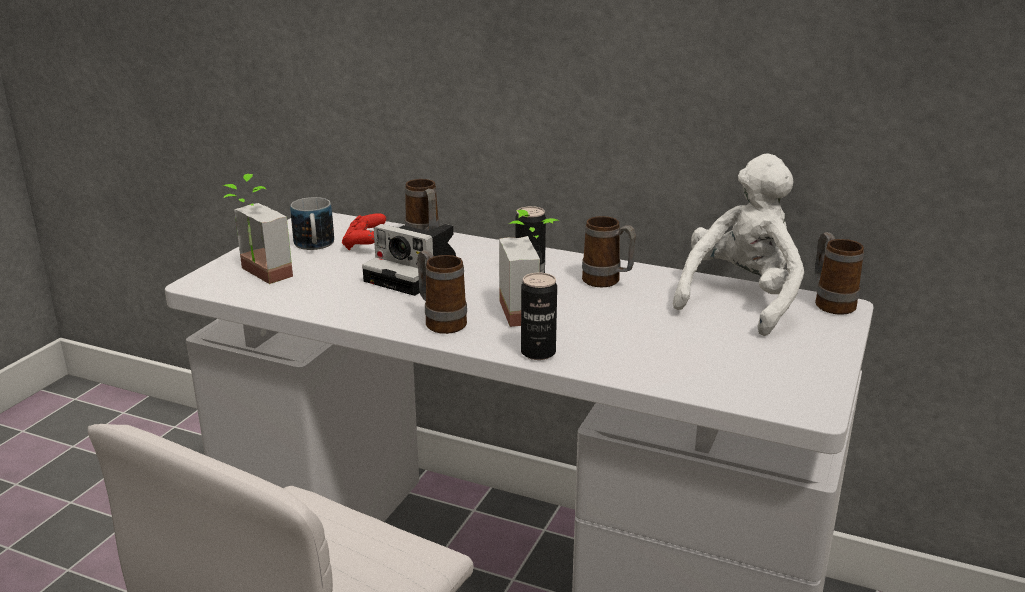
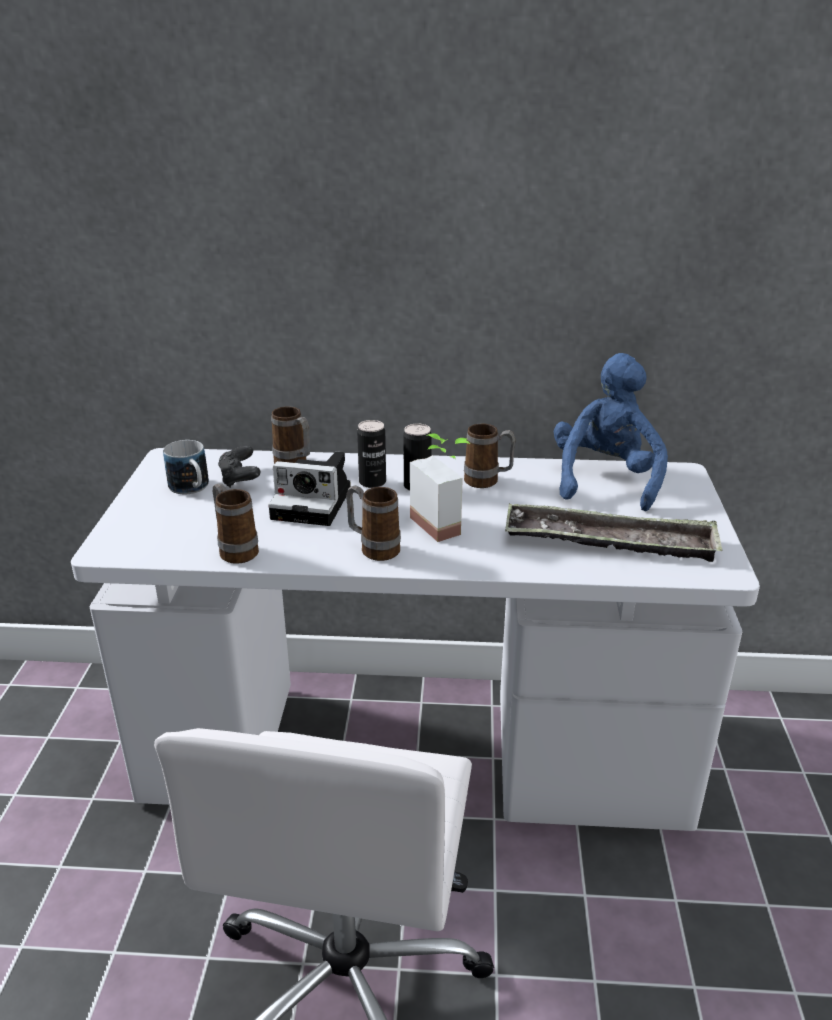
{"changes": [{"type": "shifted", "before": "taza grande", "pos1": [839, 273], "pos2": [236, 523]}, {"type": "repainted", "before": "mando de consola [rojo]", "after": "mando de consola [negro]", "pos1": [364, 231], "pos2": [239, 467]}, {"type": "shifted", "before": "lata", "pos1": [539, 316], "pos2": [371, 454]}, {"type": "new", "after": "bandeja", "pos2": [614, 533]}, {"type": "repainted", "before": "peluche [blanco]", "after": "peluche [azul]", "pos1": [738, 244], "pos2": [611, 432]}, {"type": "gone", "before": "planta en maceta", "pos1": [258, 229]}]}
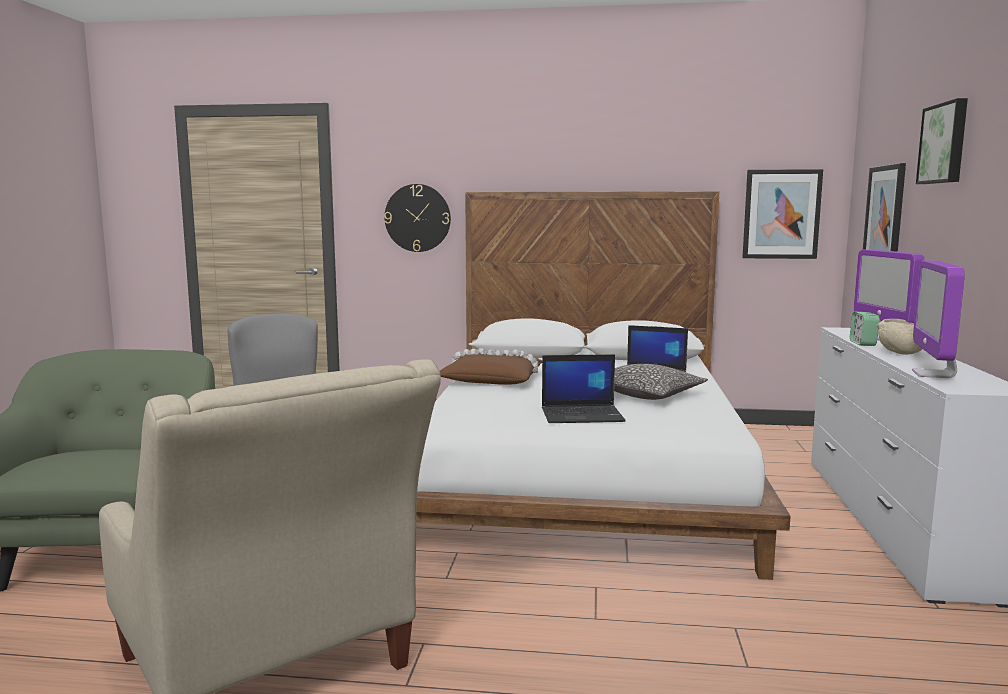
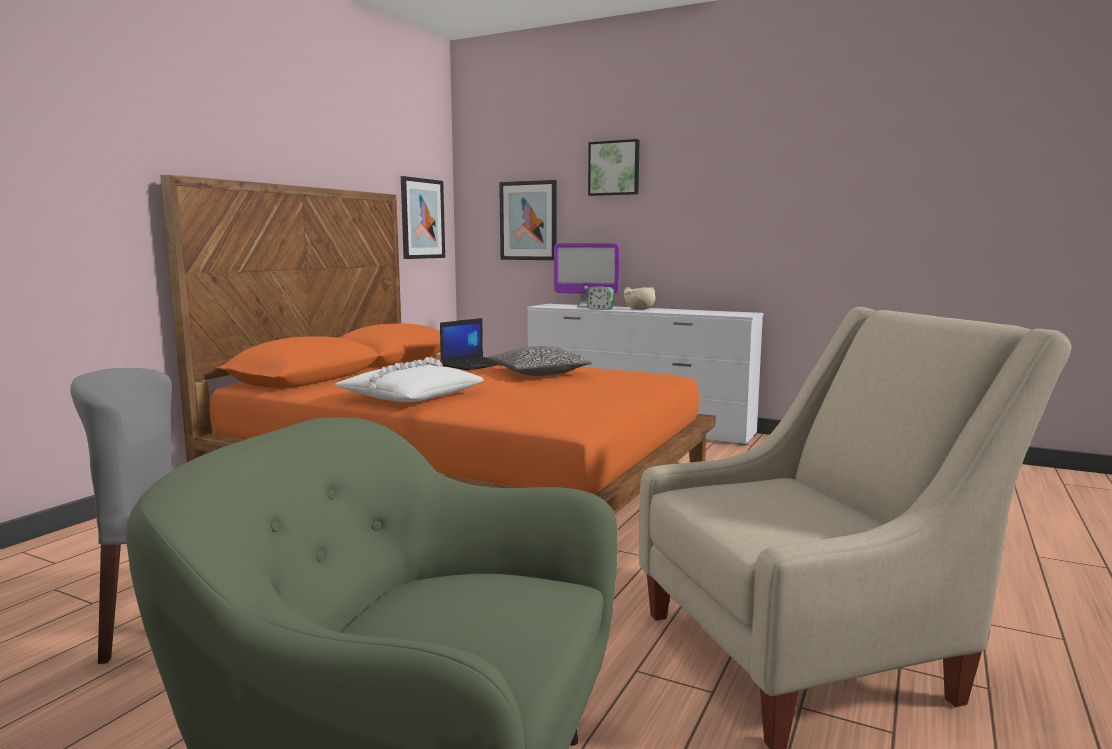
{"changes": [{"type": "repainted", "before": "cama [blanco]", "after": "cama [naranja]", "pos1": [604, 385], "pos2": [438, 344]}, {"type": "repainted", "before": "cojín [marrón]", "after": "cojín [blanco]", "pos1": [491, 366], "pos2": [409, 379]}, {"type": "gone", "before": "reloj de pared", "pos1": [417, 218]}, {"type": "gone", "before": "portátil", "pos1": [584, 388]}, {"type": "gone", "before": "monitor", "pos1": [938, 319]}]}
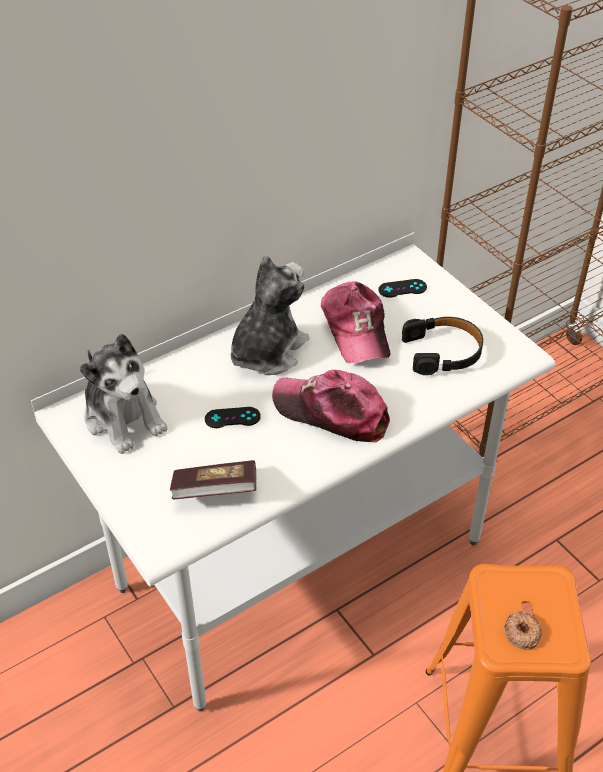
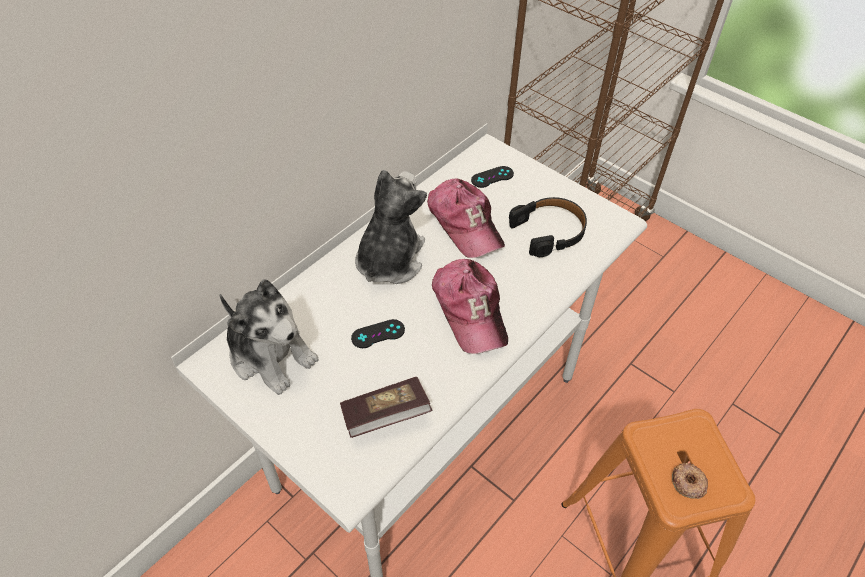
{"changes": [{"type": "rotated", "before": "gorra", "pos1": [331, 406], "pos2": [470, 306], "turn": -120}]}
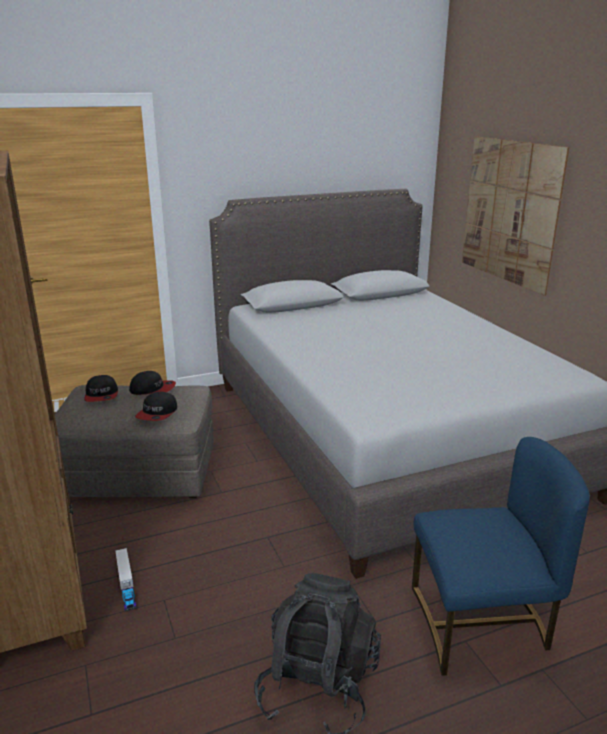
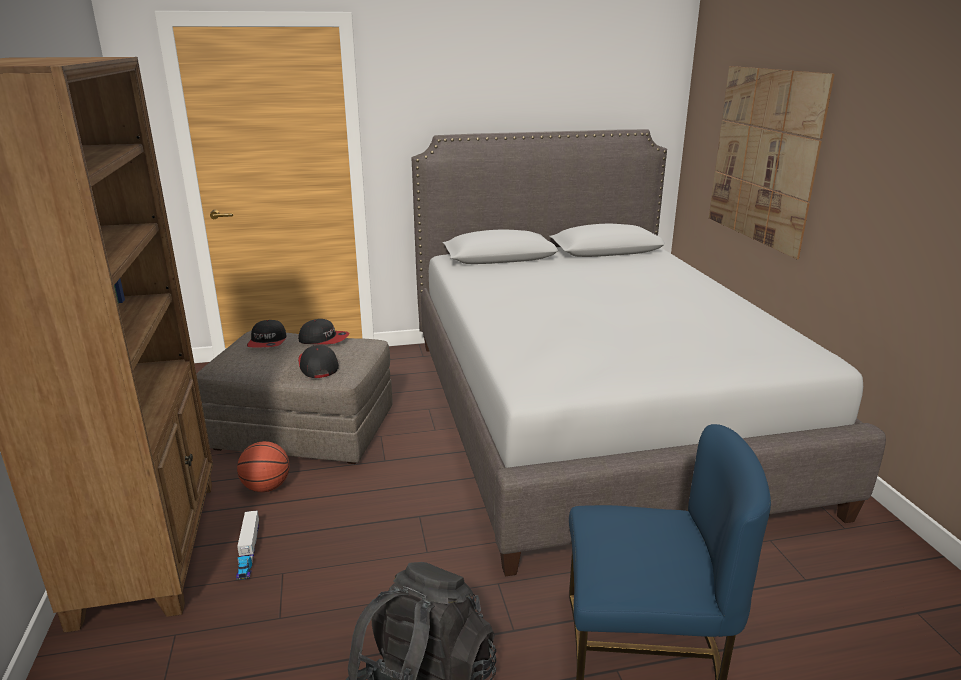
{"changes": [{"type": "new", "after": "balón de baloncesto", "pos2": [263, 466]}, {"type": "rotated", "before": "gorra", "pos1": [156, 406], "pos2": [318, 361], "turn": 135}]}
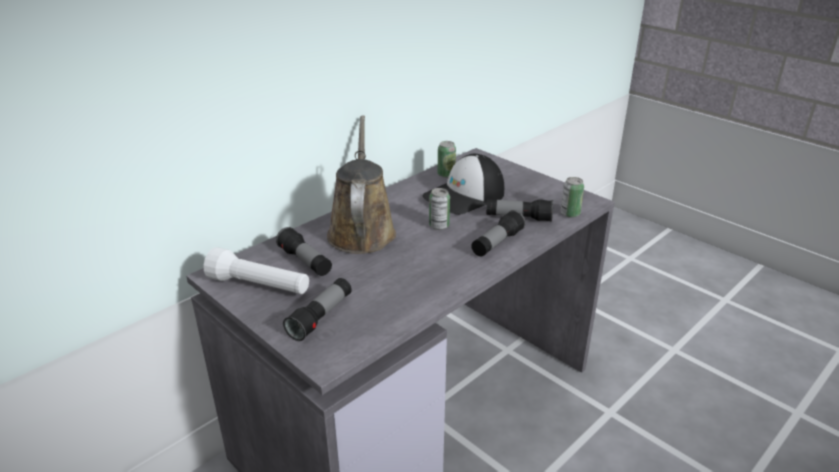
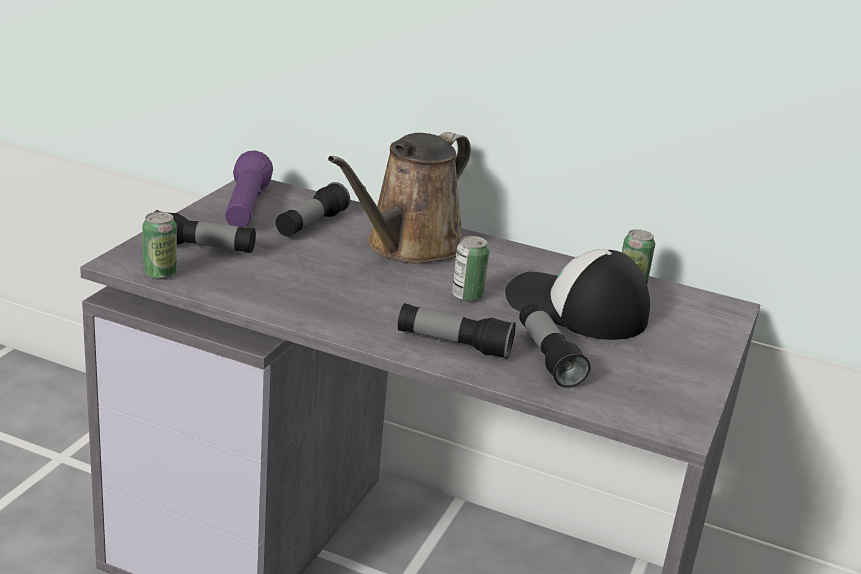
{"changes": [{"type": "shifted", "before": "lata", "pos1": [572, 197], "pos2": [159, 245]}, {"type": "repainted", "before": "linterna [blanco]", "after": "linterna [morado]", "pos1": [256, 270], "pos2": [249, 188]}, {"type": "rotated", "before": "regadera [marrón]", "pos1": [361, 184], "pos2": [399, 198], "turn": 150}]}
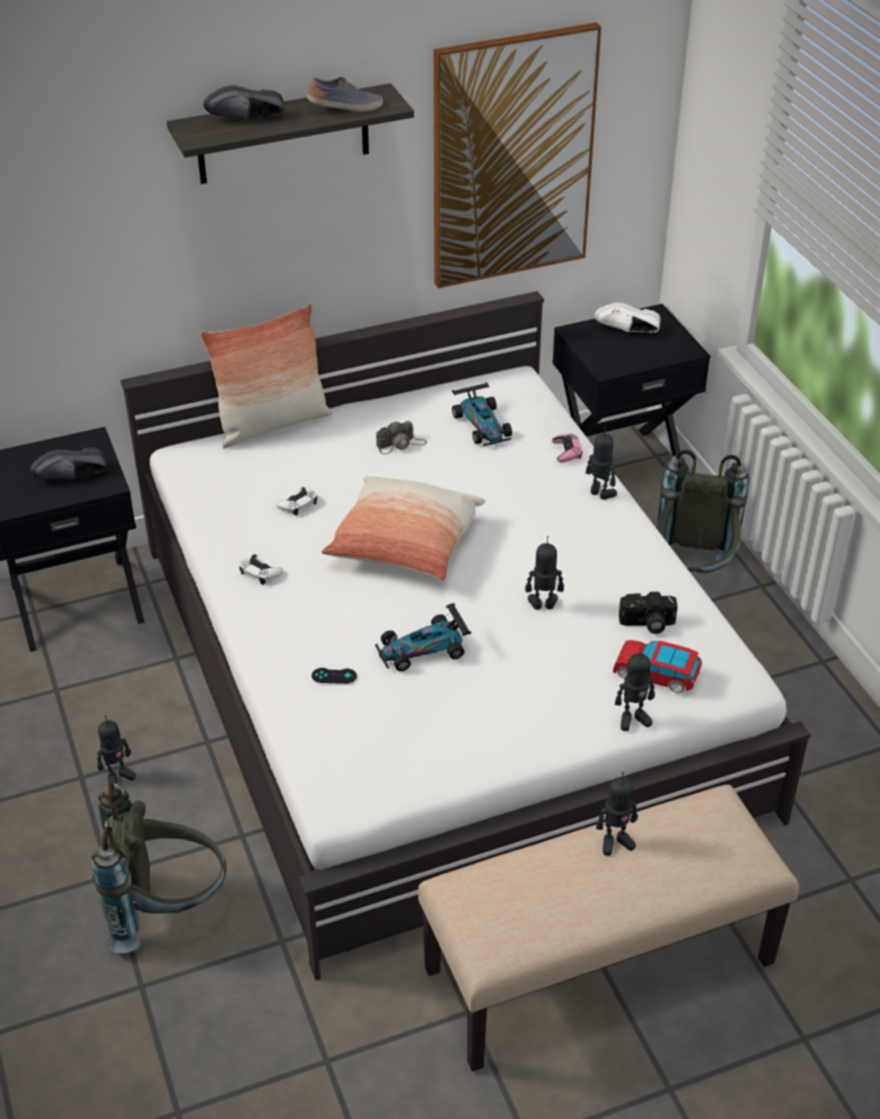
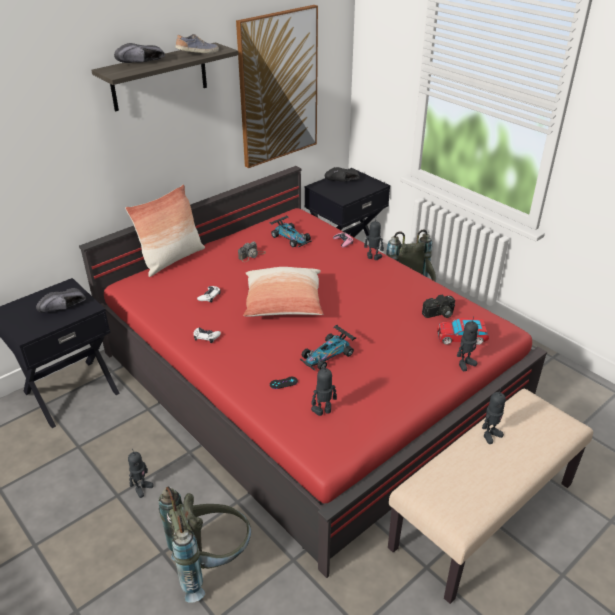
{"changes": [{"type": "repainted", "before": "cama [blanco]", "after": "cama [rojo]", "pos1": [465, 635], "pos2": [313, 372]}, {"type": "shifted", "before": "robot de juguete", "pos1": [544, 573], "pos2": [324, 392]}, {"type": "repainted", "before": "zapato [blanco]", "after": "zapato [negro]", "pos1": [627, 318], "pos2": [342, 174]}]}
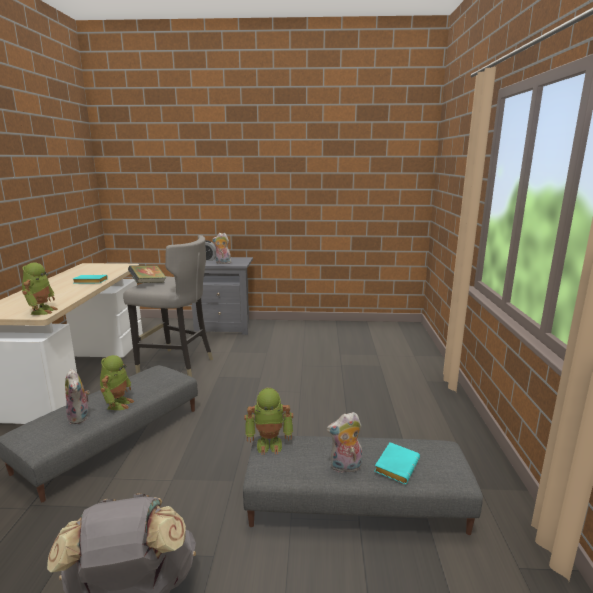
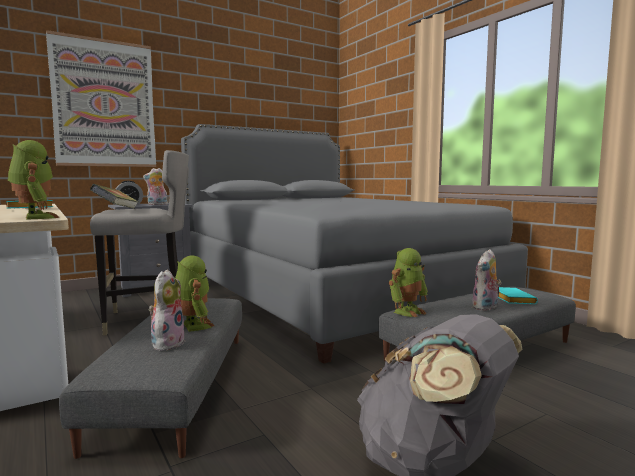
{"changes": [{"type": "new", "after": "cuadro", "pos2": [101, 98]}, {"type": "rotated", "before": "peluche", "pos1": [77, 396], "pos2": [167, 310], "turn": -105}, {"type": "new", "after": "cama [gris]", "pos2": [354, 244]}]}
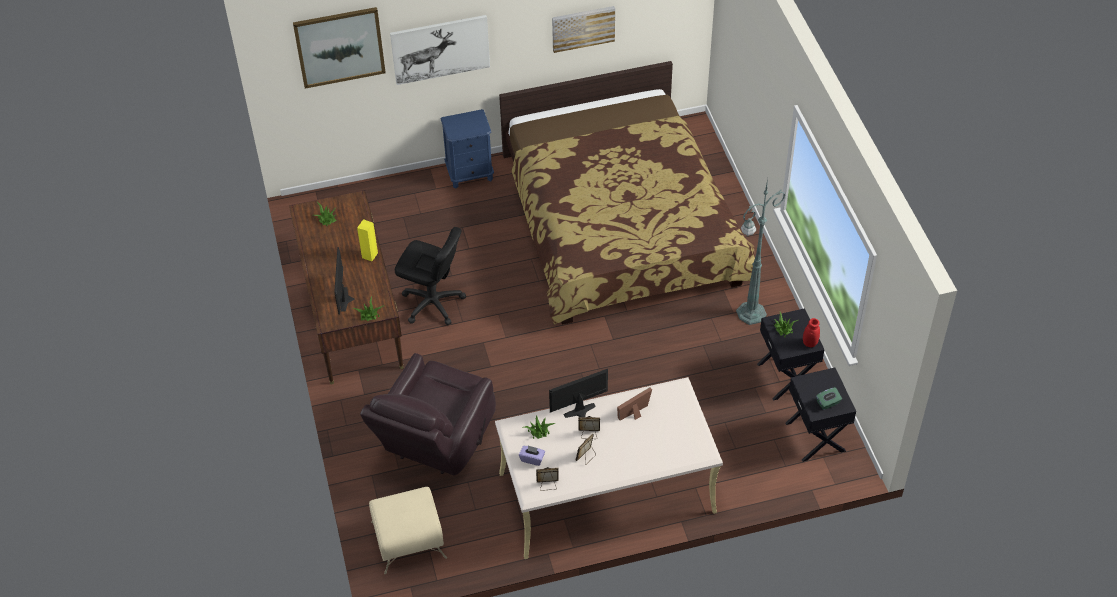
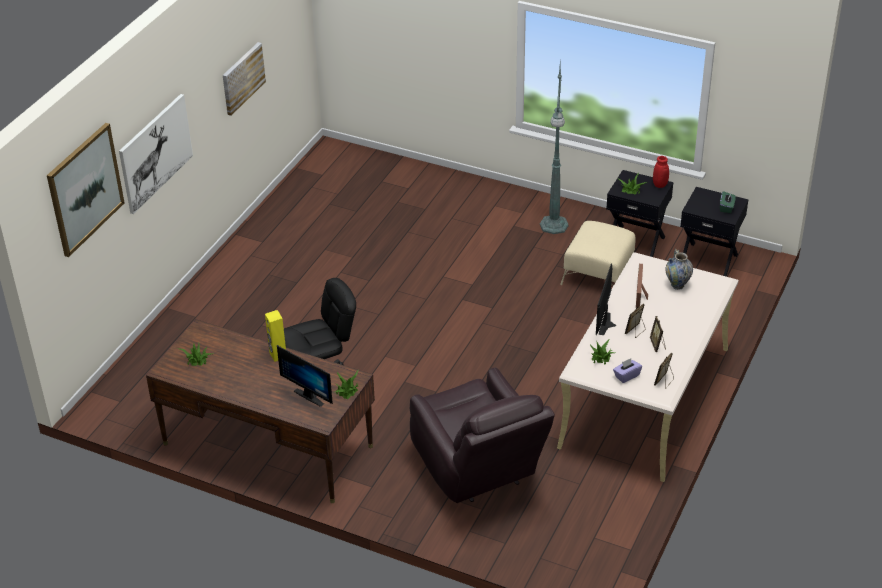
{"changes": [{"type": "shifted", "before": "puf [beis]", "pos1": [408, 530], "pos2": [598, 253]}, {"type": "new", "after": "florero", "pos2": [679, 269]}, {"type": "gone", "before": "mesita de noche [azul]", "pos1": [467, 149]}, {"type": "gone", "before": "cama", "pos1": [627, 193]}]}
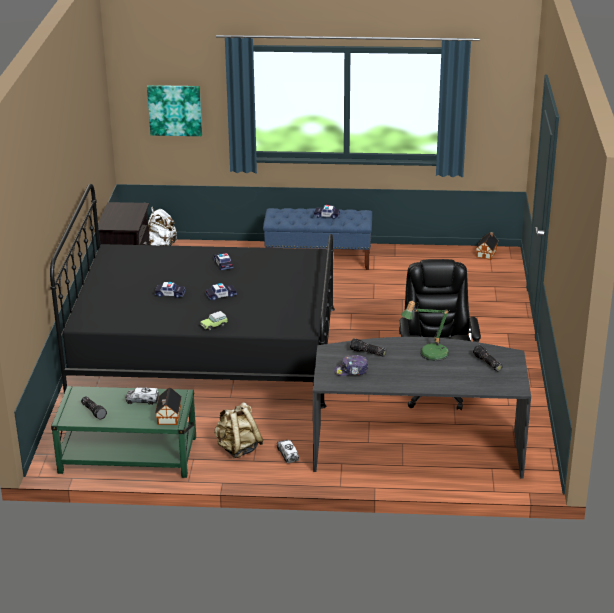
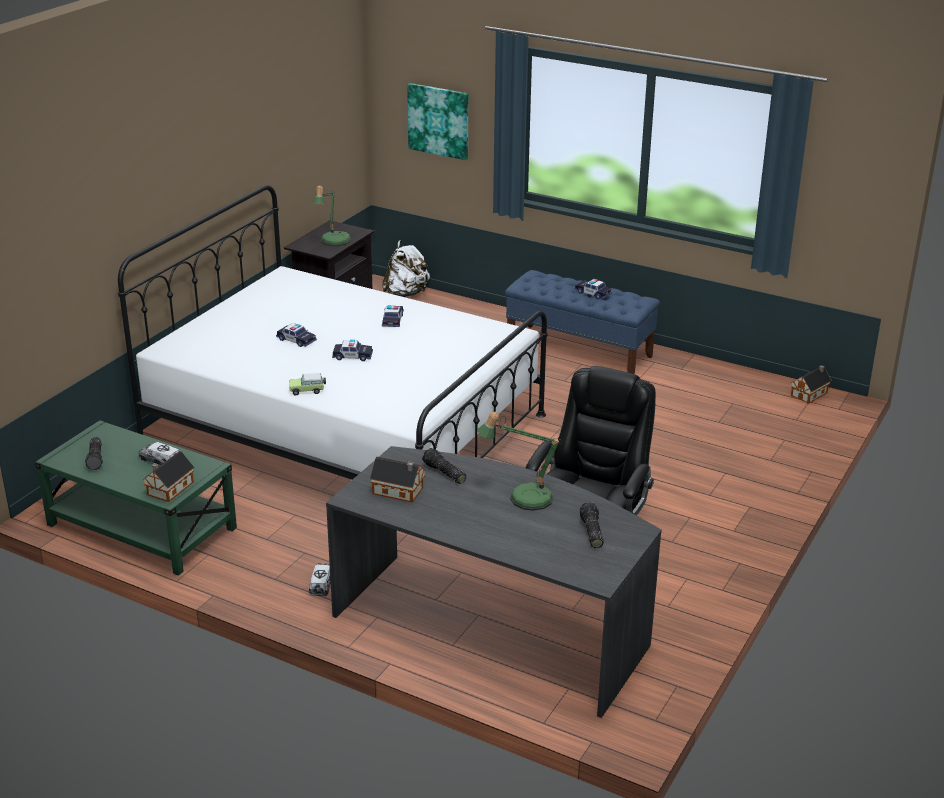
{"changes": [{"type": "repainted", "before": "cama [negro]", "after": "cama [blanco]", "pos1": [192, 296], "pos2": [333, 332]}, {"type": "new", "after": "lámpara de mesa", "pos2": [331, 215]}, {"type": "swapped", "before": "gorra", "after": "casita", "pos1": [351, 365], "pos2": [398, 480]}, {"type": "gone", "before": "mochila [beis]", "pos1": [238, 430]}]}
